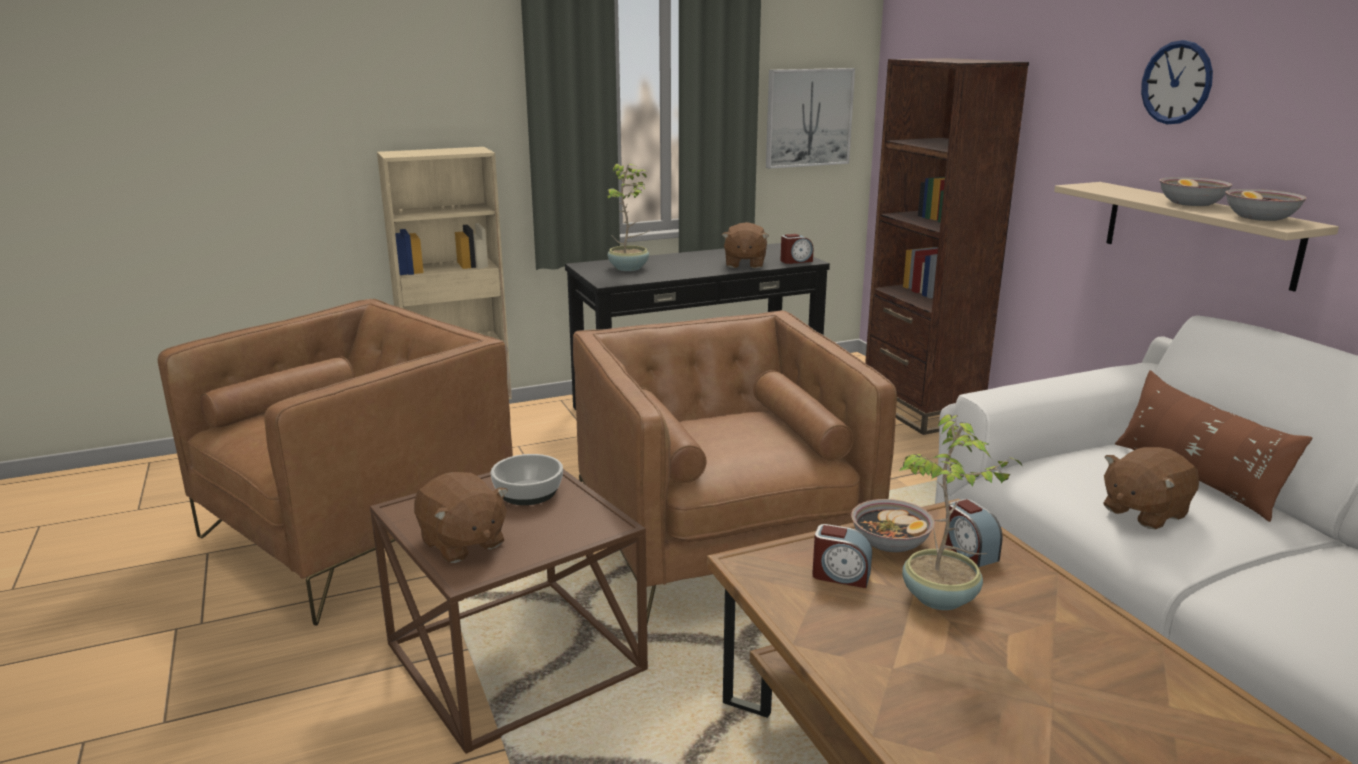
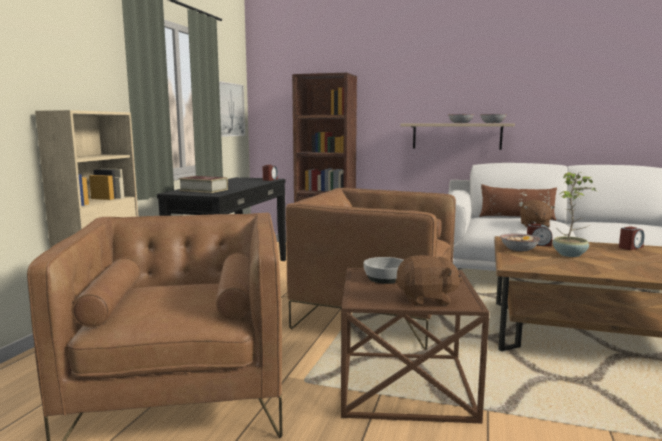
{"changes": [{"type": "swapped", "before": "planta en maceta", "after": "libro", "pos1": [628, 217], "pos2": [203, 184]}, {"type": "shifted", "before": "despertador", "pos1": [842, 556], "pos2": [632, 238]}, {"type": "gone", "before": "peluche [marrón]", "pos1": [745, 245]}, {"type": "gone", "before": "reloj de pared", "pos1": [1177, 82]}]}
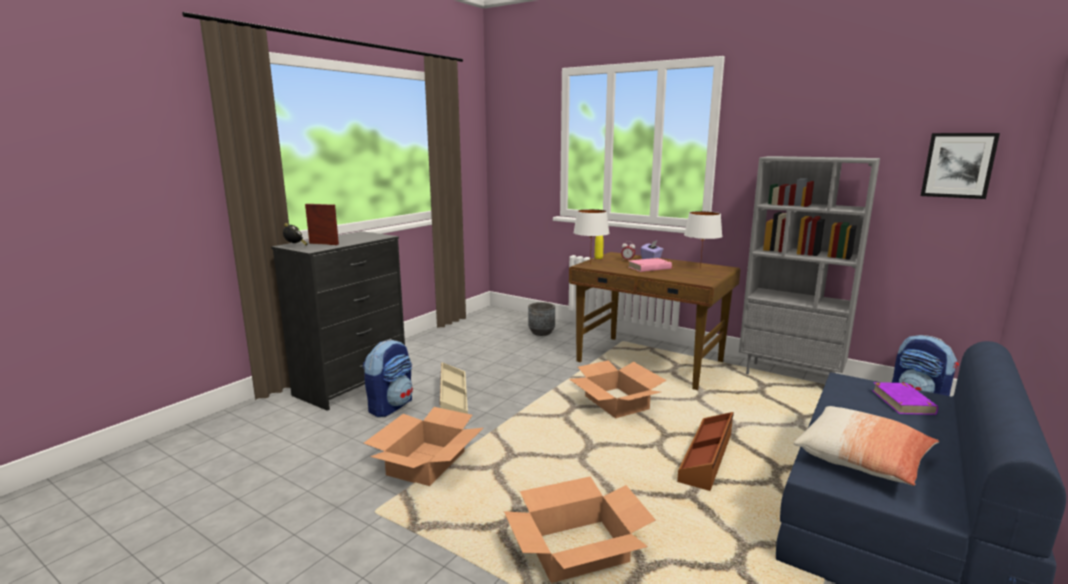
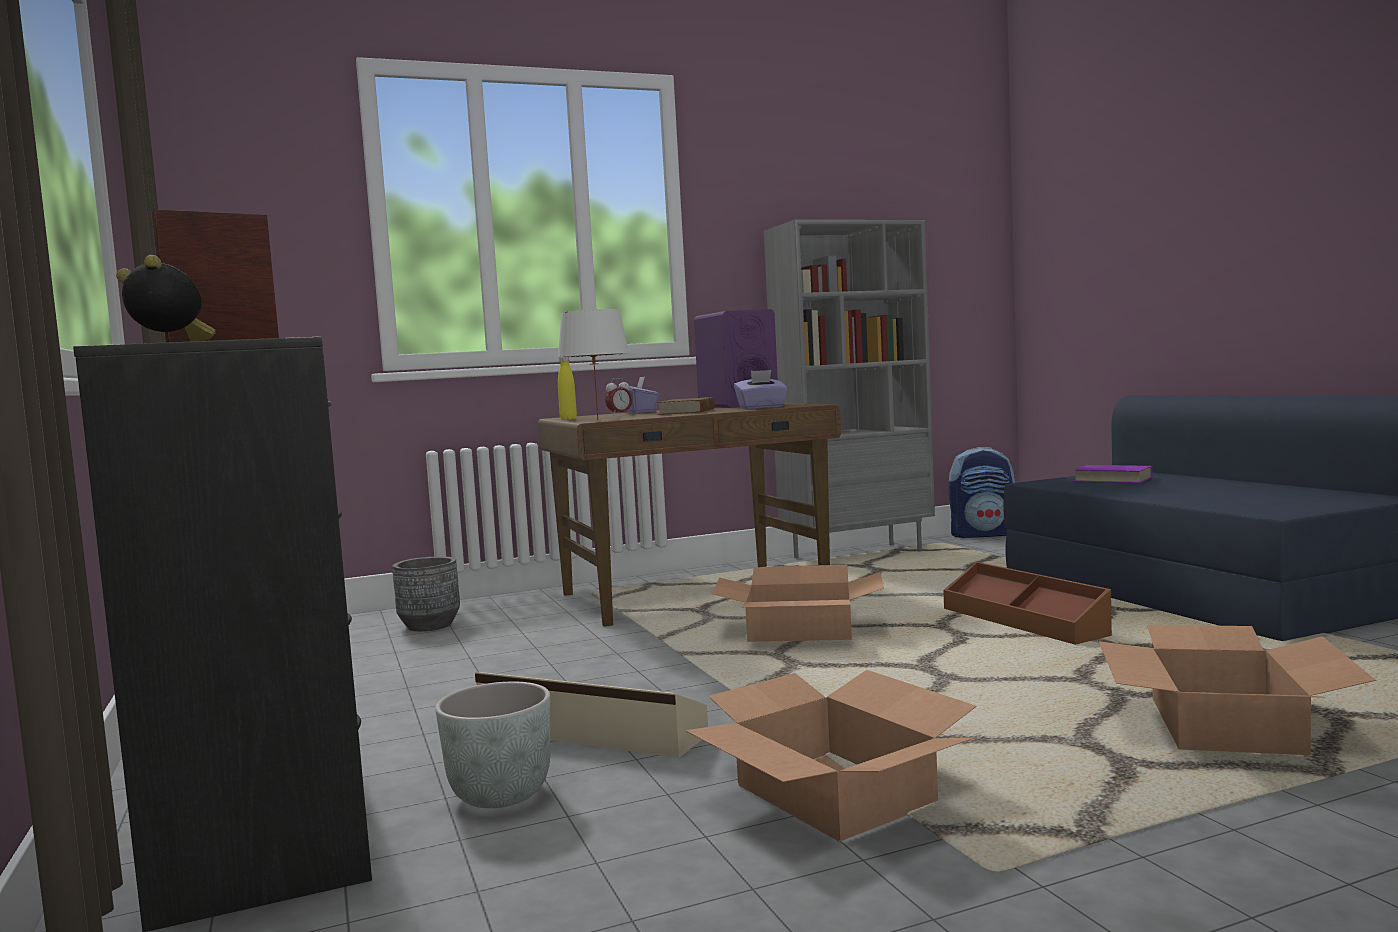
{"changes": [{"type": "swapped", "before": "mochila", "after": "maceta [gris]", "pos1": [388, 378], "pos2": [492, 745]}, {"type": "repainted", "before": "libro [rosa]", "after": "libro [marrón]", "pos1": [651, 265], "pos2": [685, 406]}, {"type": "swapped", "before": "lámpara de mesa [blanco]", "after": "altavoz [morado]", "pos1": [703, 239], "pos2": [736, 358]}, {"type": "new", "after": "caja de pañuelos [morado]", "pos2": [761, 389]}, {"type": "gone", "before": "cojín", "pos1": [867, 446]}, {"type": "gone", "before": "cuadro", "pos1": [960, 166]}]}
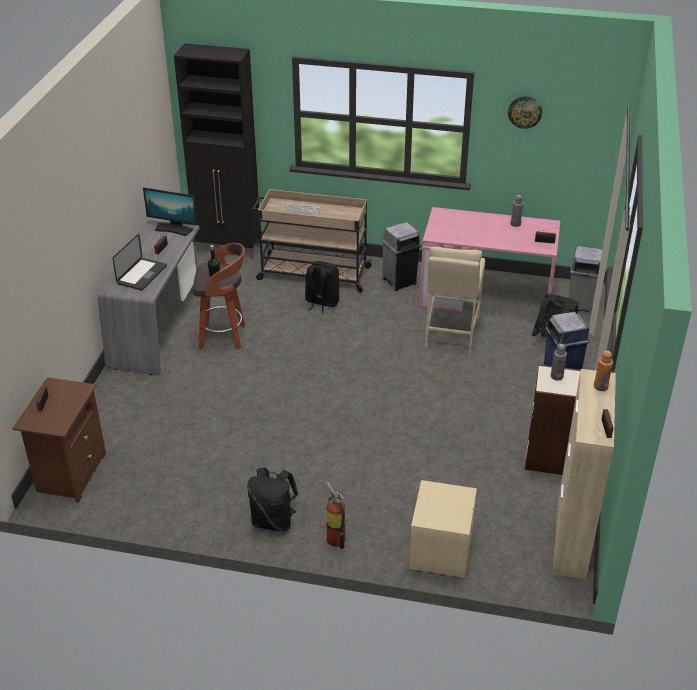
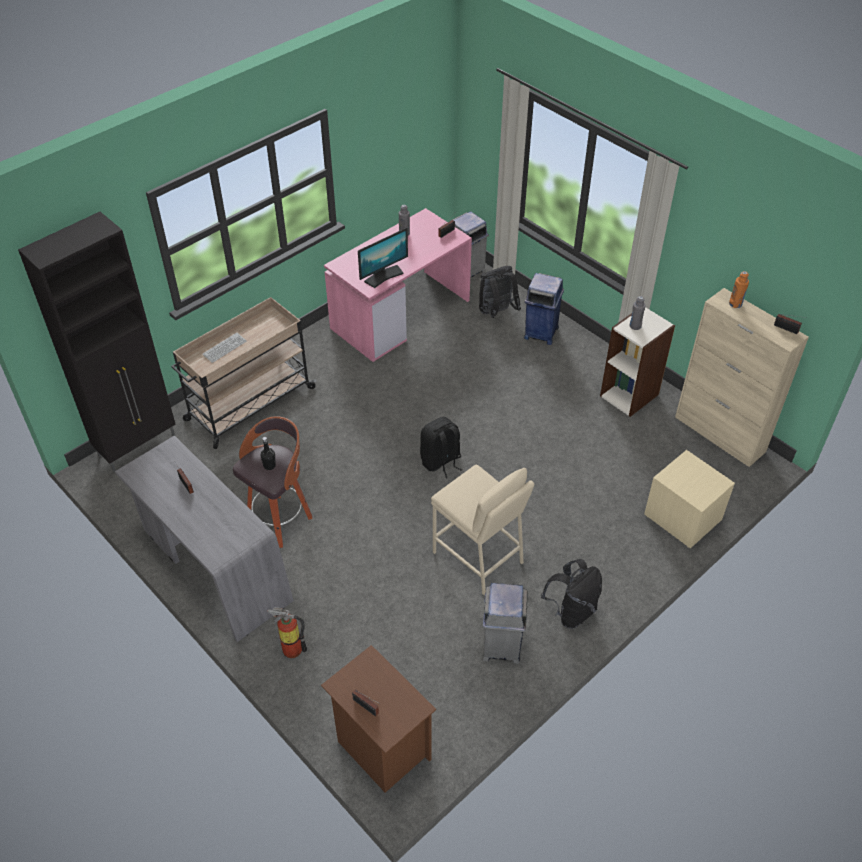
{"changes": [{"type": "shifted", "before": "extintor", "pos1": [335, 515], "pos2": [287, 632]}, {"type": "shifted", "before": "monitor", "pos1": [170, 211], "pos2": [383, 258]}, {"type": "shifted", "before": "mochila [negro]", "pos1": [322, 287], "pos2": [441, 448]}, {"type": "shifted", "before": "taburete [beis]", "pos1": [455, 300], "pos2": [482, 530]}, {"type": "shifted", "before": "papelera [gris]", "pos1": [401, 256], "pos2": [504, 623]}, {"type": "gone", "before": "portátil", "pos1": [139, 262]}, {"type": "gone", "before": "reloj de pared", "pos1": [525, 112]}]}
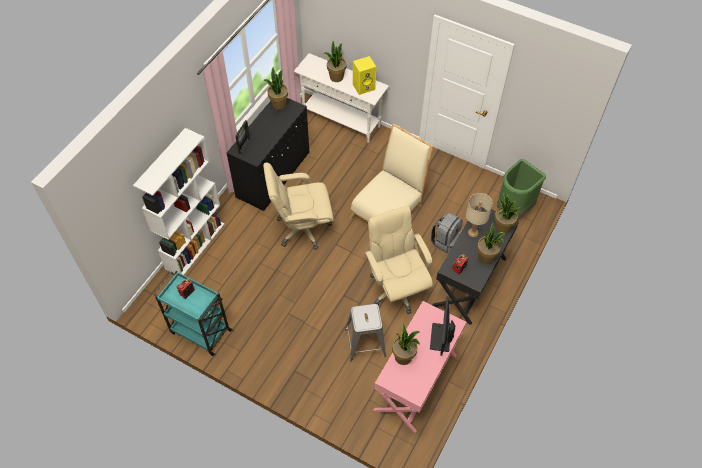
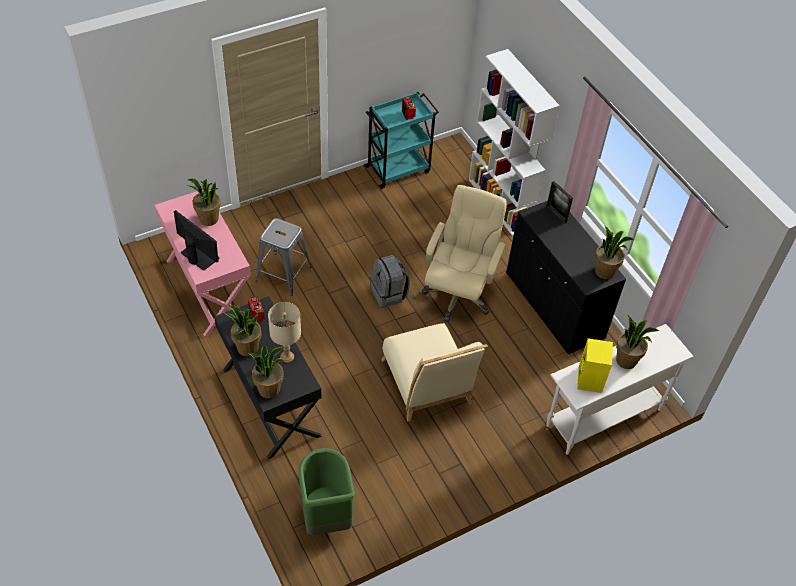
{"changes": [{"type": "shifted", "before": "mochila [gris]", "pos1": [446, 233], "pos2": [390, 281]}, {"type": "gone", "before": "silla de oficina [beis]", "pos1": [399, 260]}]}
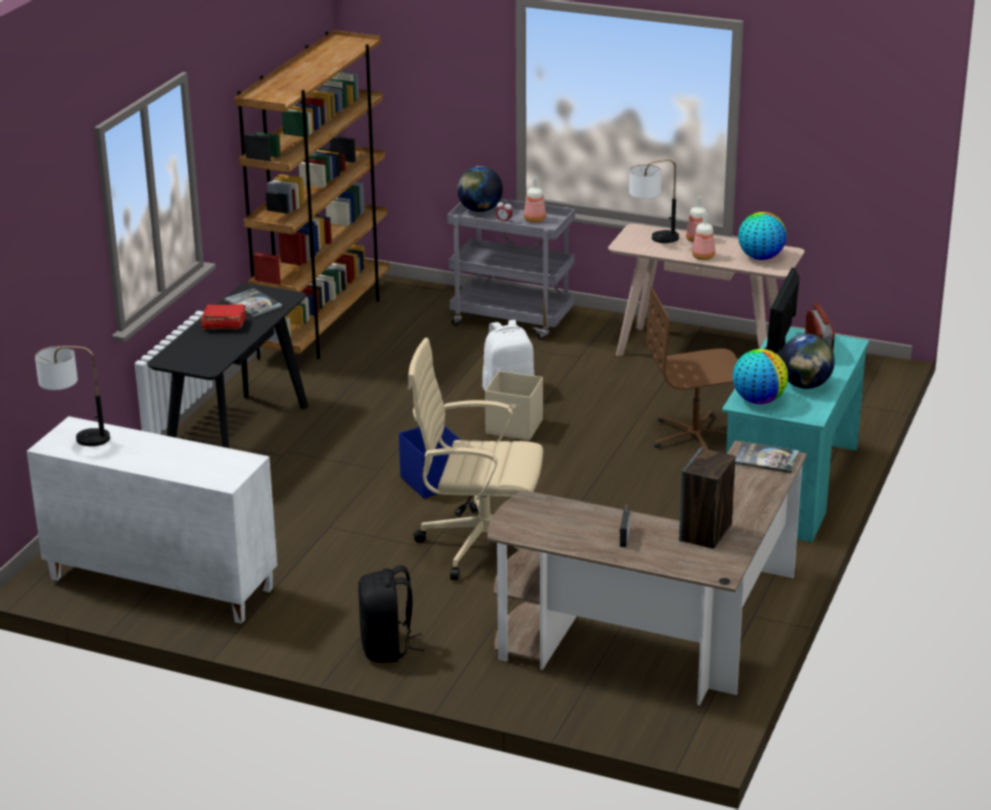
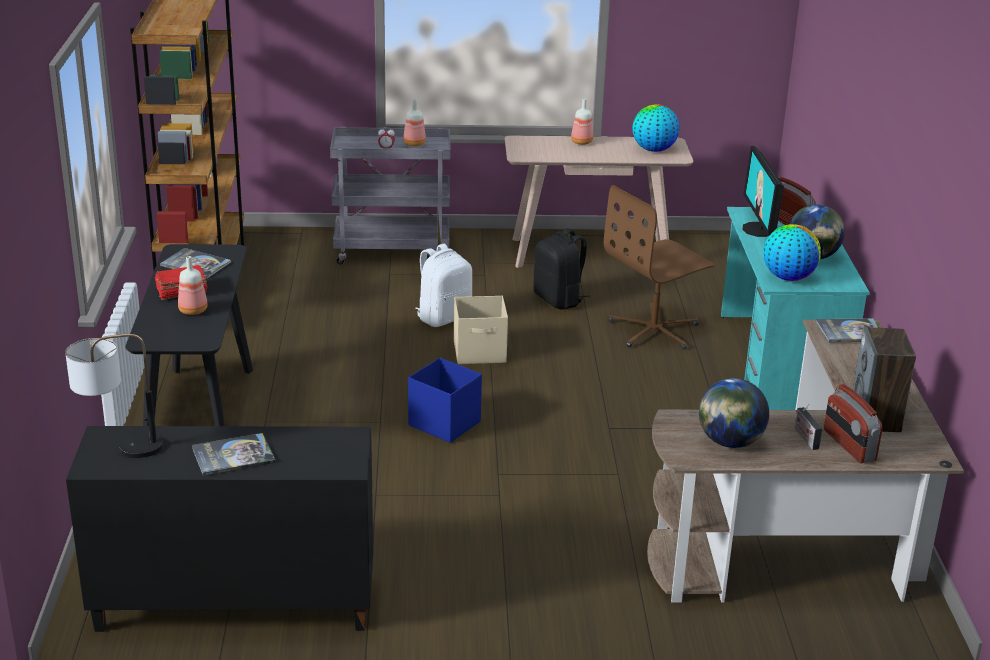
{"changes": [{"type": "repainted", "before": "armario [blanco]", "after": "armario [negro]", "pos1": [152, 520], "pos2": [219, 529]}, {"type": "shifted", "before": "botella", "pos1": [703, 236], "pos2": [193, 285]}, {"type": "new", "after": "libro", "pos2": [234, 454]}, {"type": "shifted", "before": "mochila [negro]", "pos1": [391, 614], "pos2": [561, 269]}, {"type": "shifted", "before": "globo terráqueo", "pos1": [480, 189], "pos2": [734, 413]}, {"type": "new", "after": "radio", "pos2": [853, 423]}, {"type": "gone", "before": "silla de oficina [beis]", "pos1": [475, 459]}, {"type": "gone", "before": "lámpara de mesa", "pos1": [654, 201]}]}
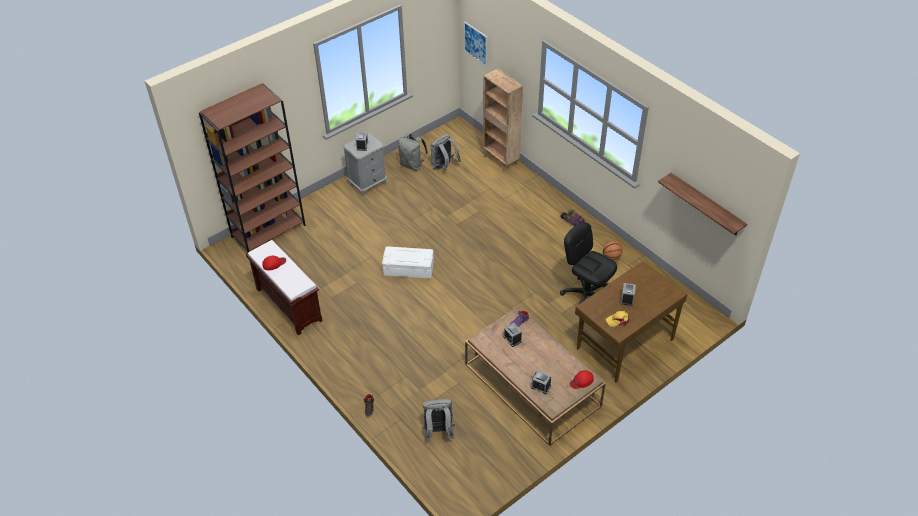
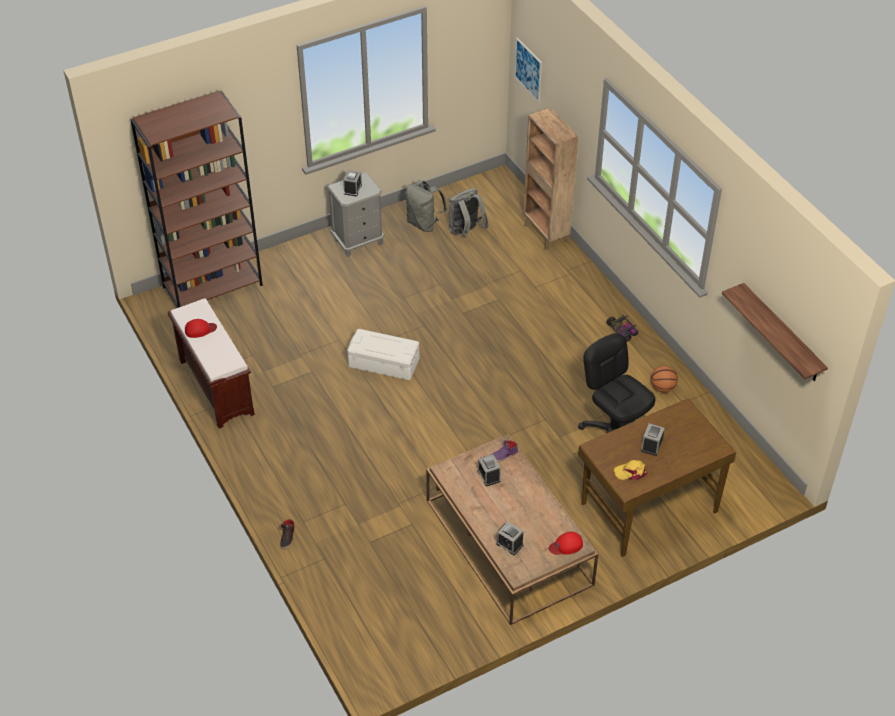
{"changes": [{"type": "gone", "before": "mochila [gris]", "pos1": [438, 420]}]}
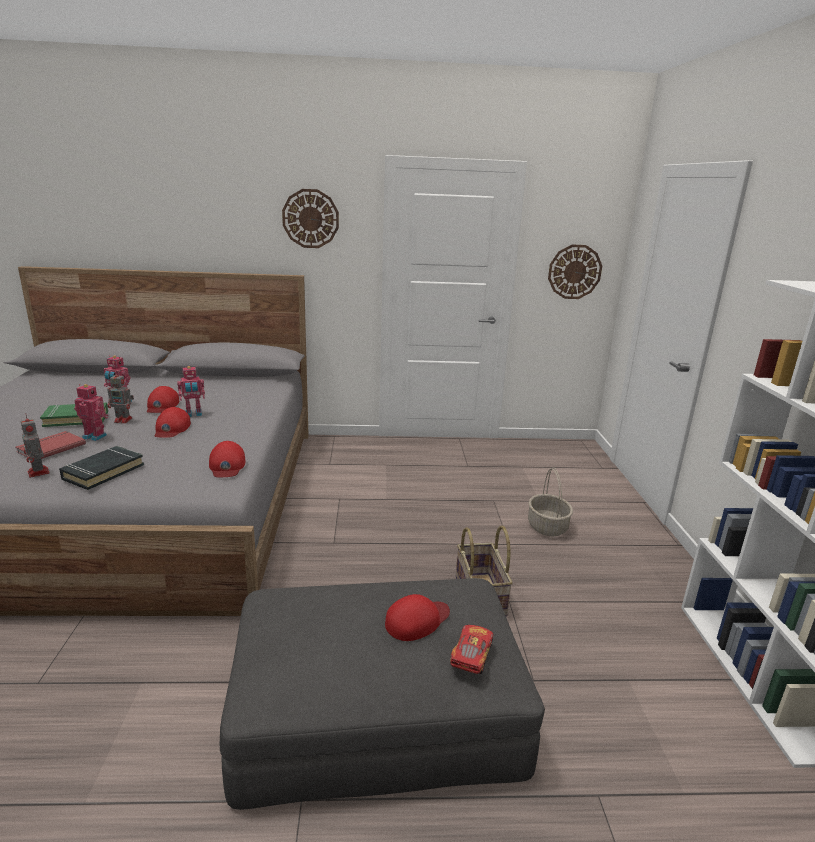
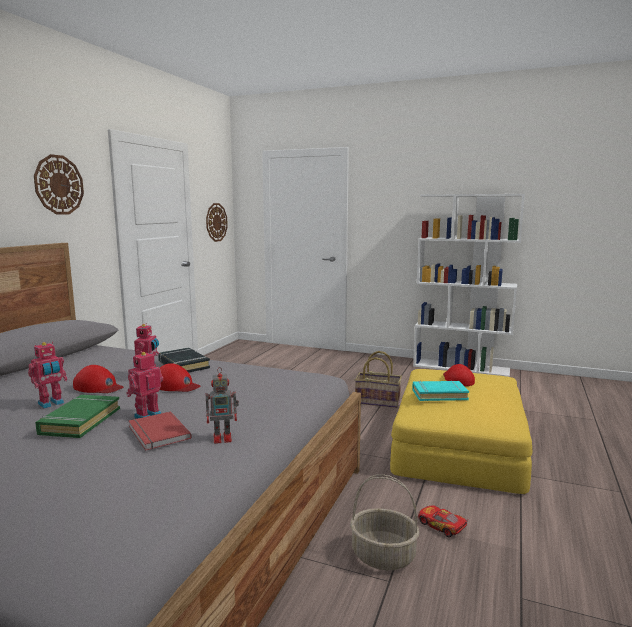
{"changes": [{"type": "shifted", "before": "libro [negro]", "pos1": [101, 468], "pos2": [184, 360]}, {"type": "shifted", "before": "cesta", "pos1": [550, 502], "pos2": [384, 522]}, {"type": "repainted", "before": "puf [gris]", "after": "puf [amarillo]", "pos1": [382, 694], "pos2": [461, 431]}, {"type": "new", "after": "libro [turquesa]", "pos2": [440, 390]}, {"type": "shifted", "before": "coche de juguete", "pos1": [471, 649], "pos2": [443, 521]}, {"type": "gone", "before": "robot de juguete", "pos1": [120, 396]}, {"type": "gone", "before": "gorra [rojo]", "pos1": [227, 459]}]}
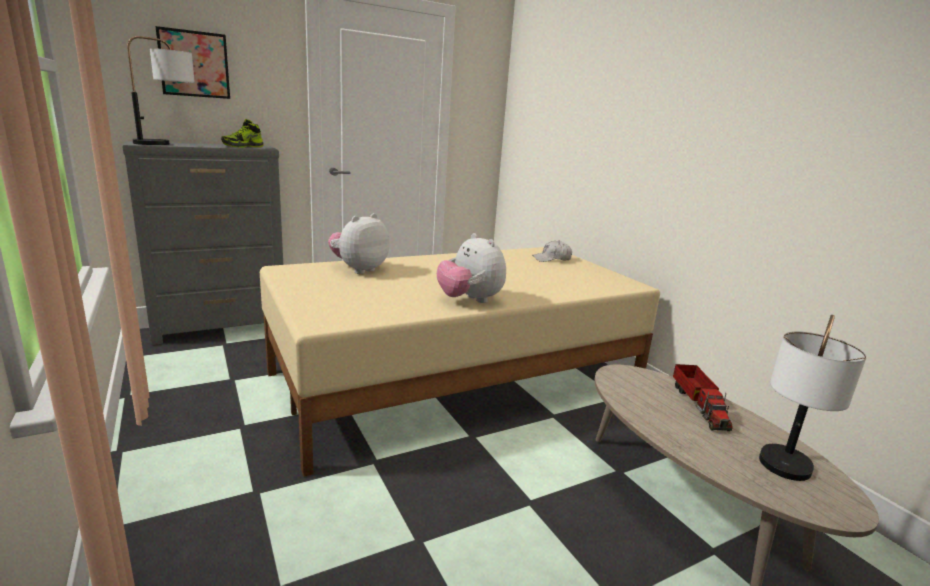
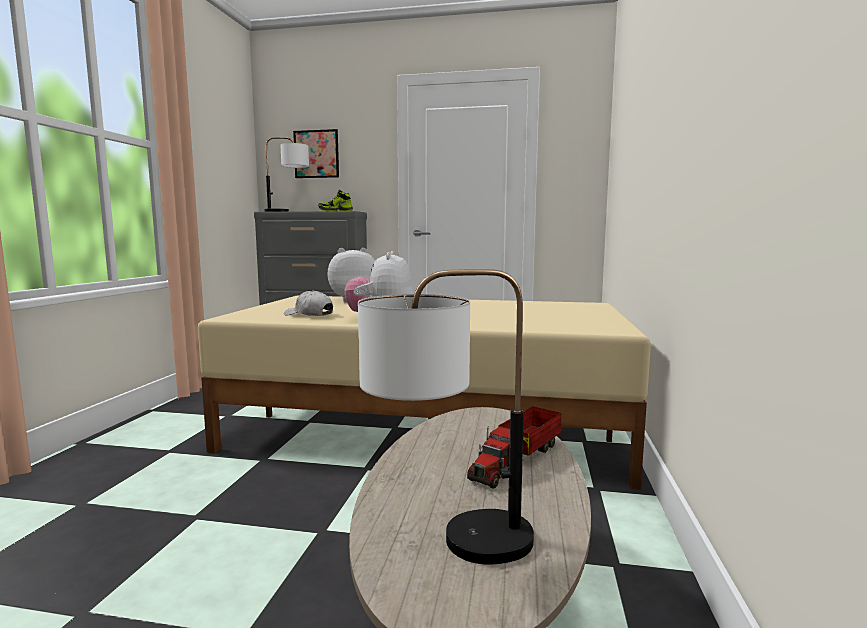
{"changes": [{"type": "shifted", "before": "gorra [blanco]", "pos1": [552, 251], "pos2": [308, 303]}]}
